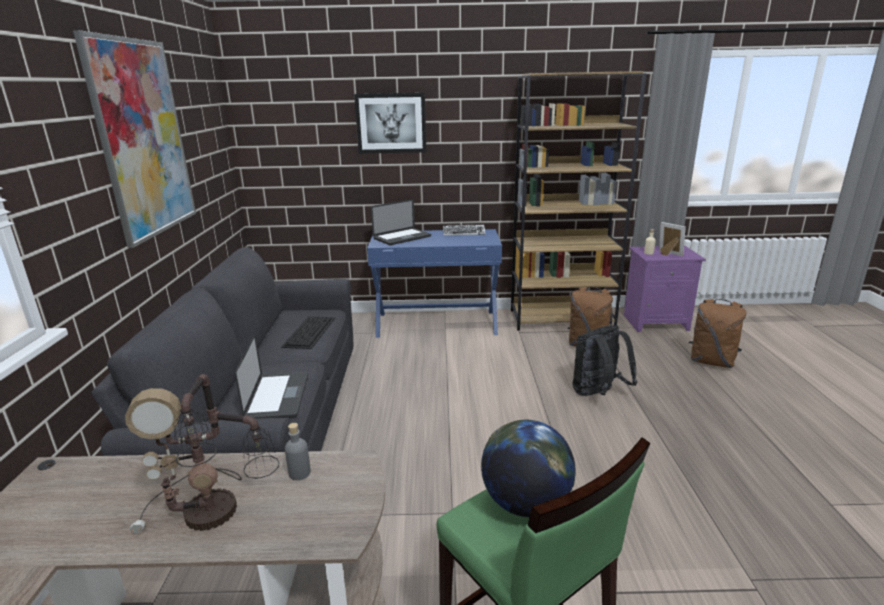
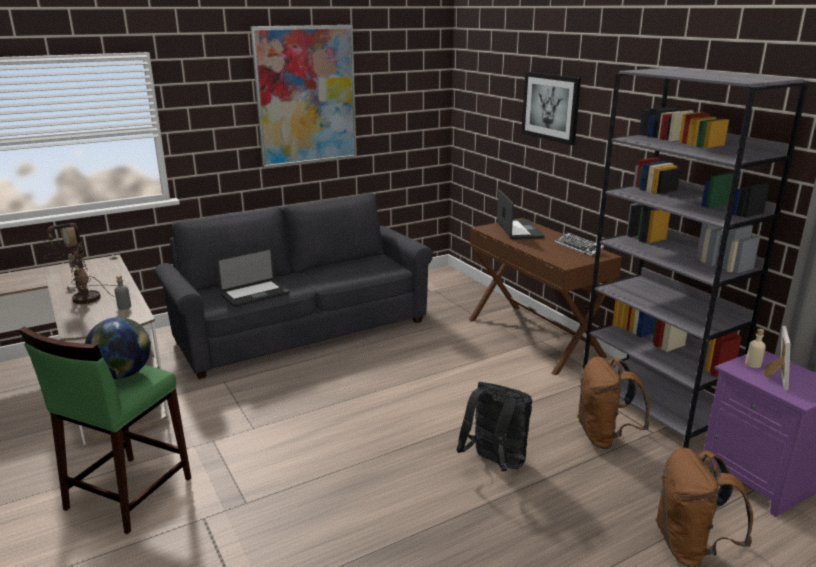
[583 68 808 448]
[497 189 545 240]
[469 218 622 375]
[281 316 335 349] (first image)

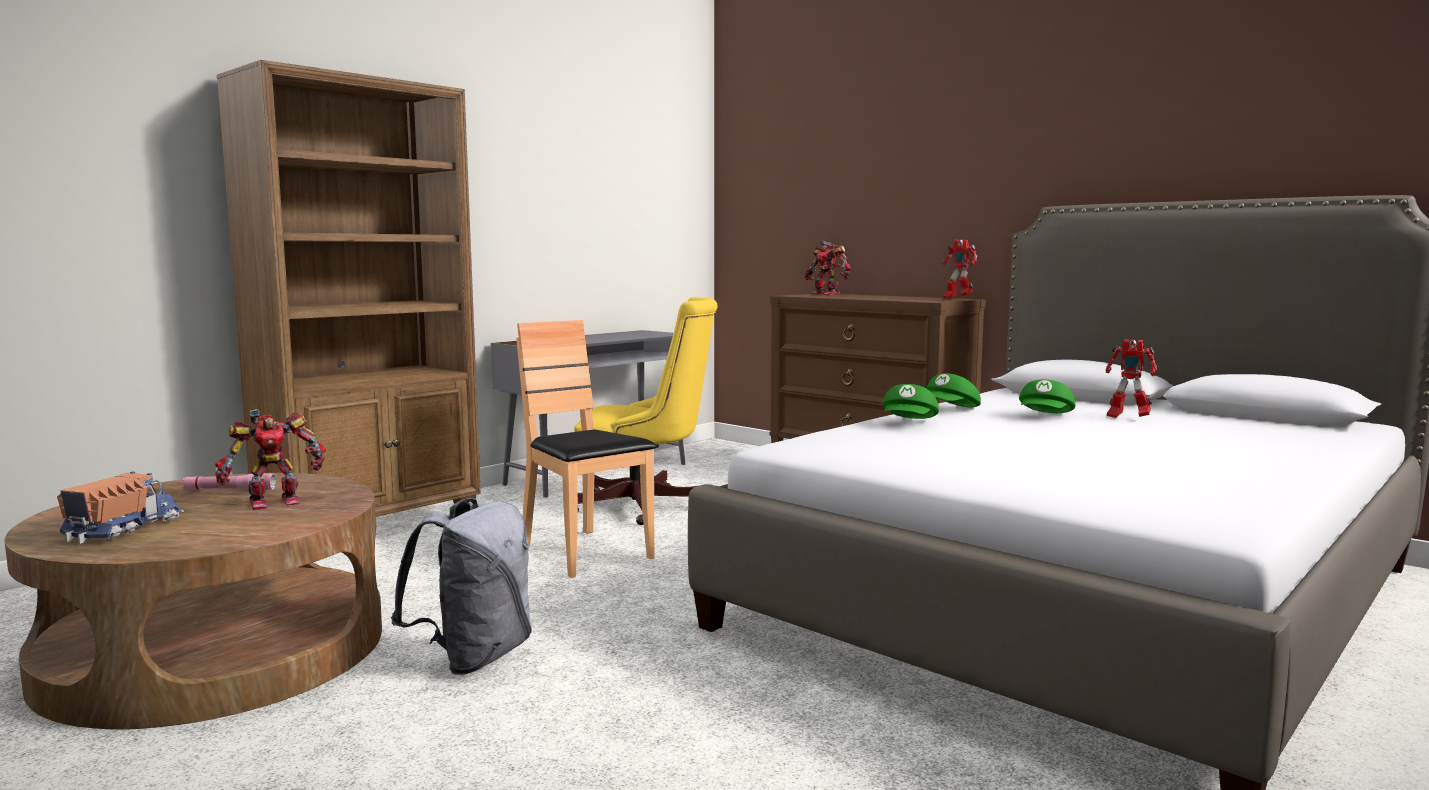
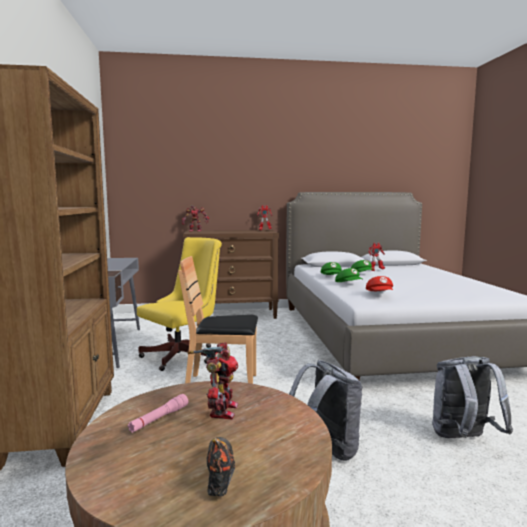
[207 437 236 496]
[366 276 393 291]
[432 356 513 438]

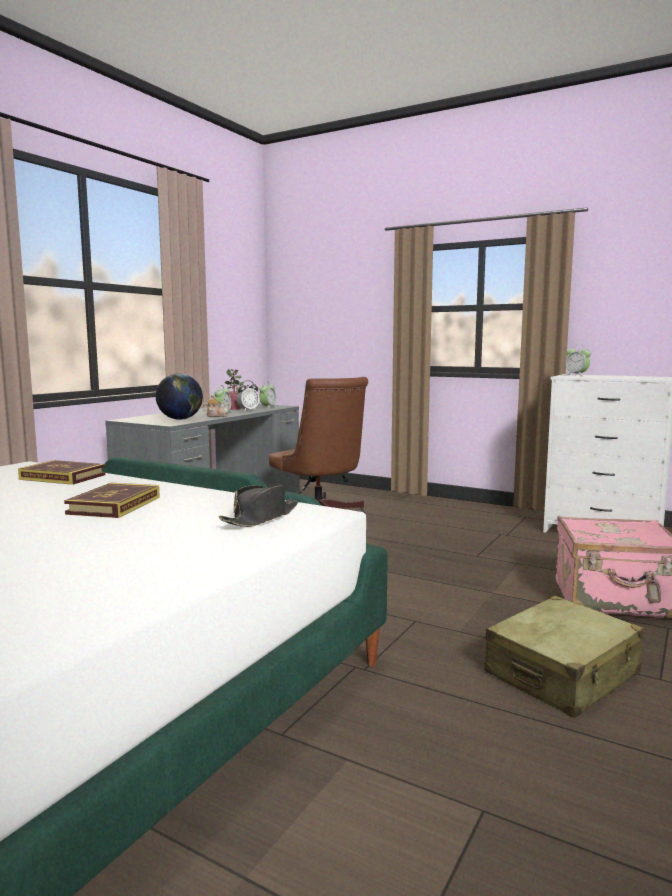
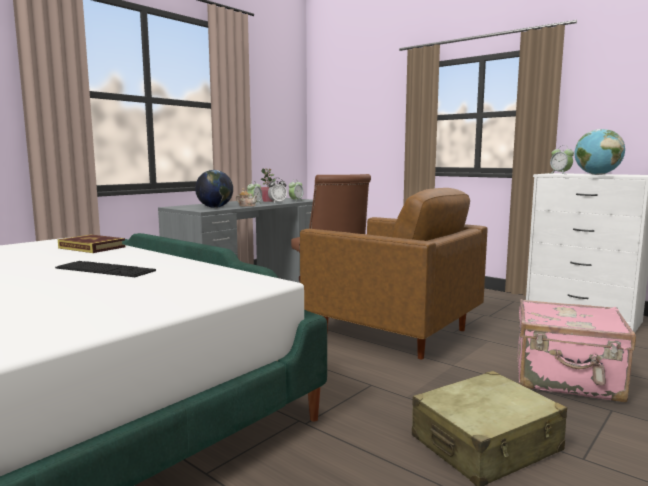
[55 261 156 277]
[219 485 298 527] (first image)
[575 129 625 175]
[300 188 488 360]

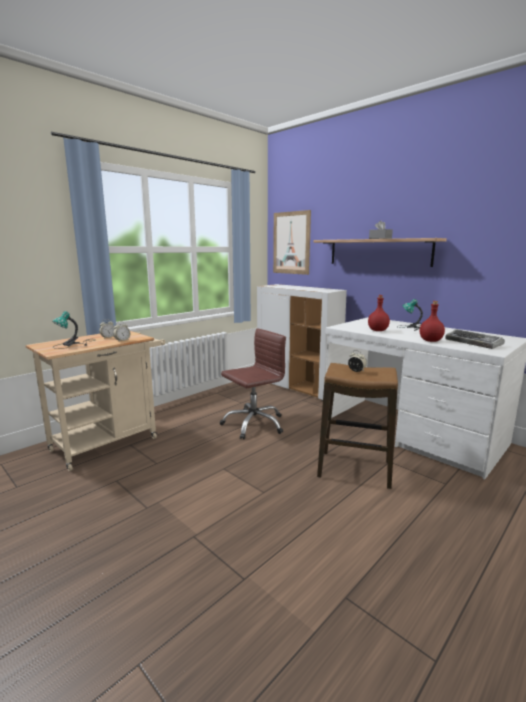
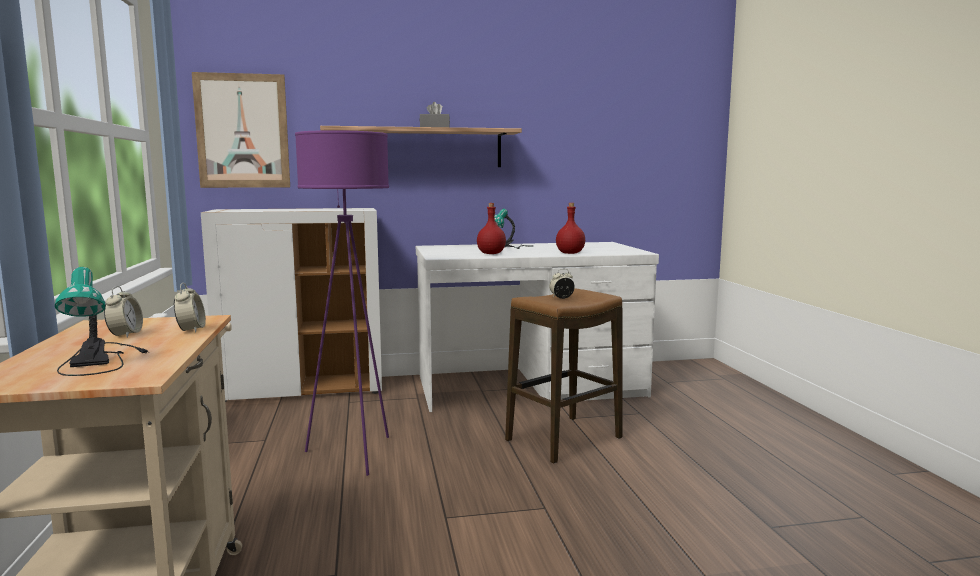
[295 130 389 476]
[445 329 505 349] (first image)

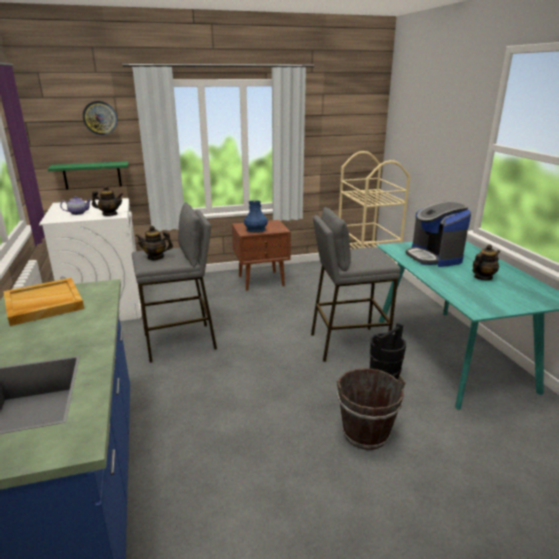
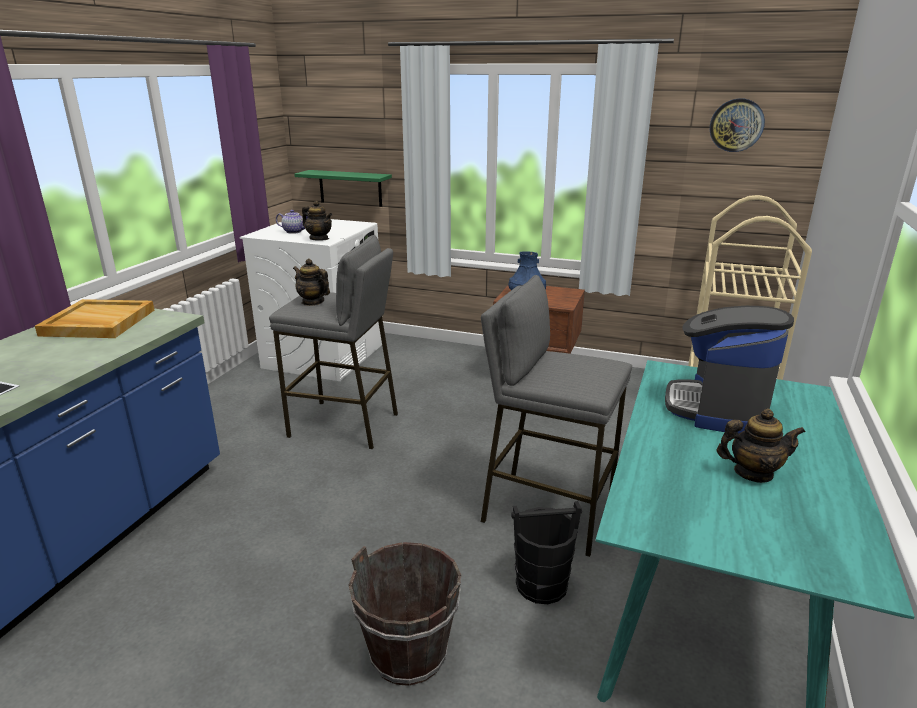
[710 98 765 152]

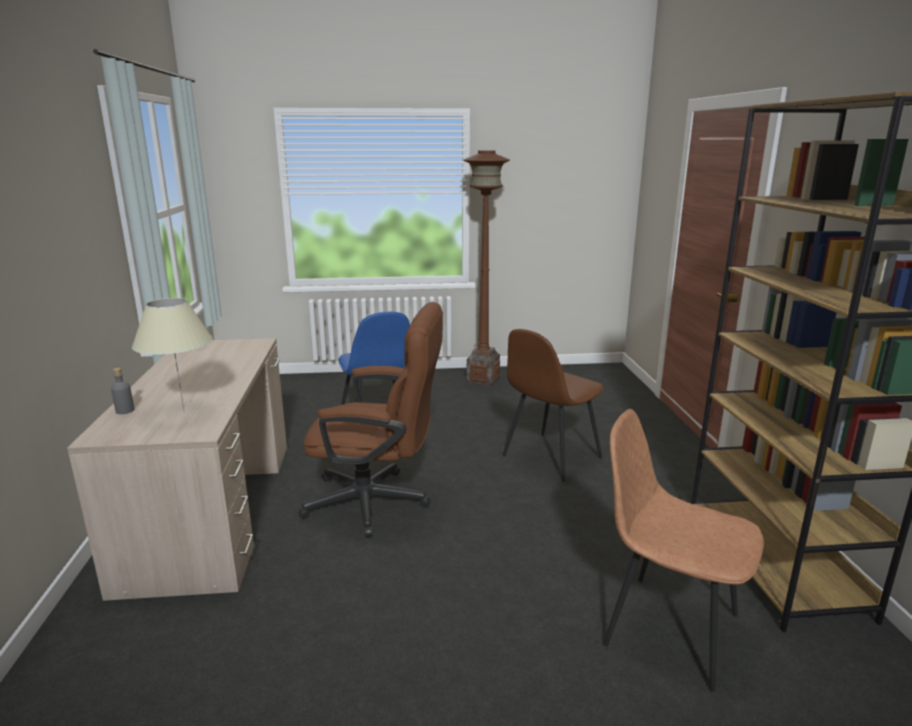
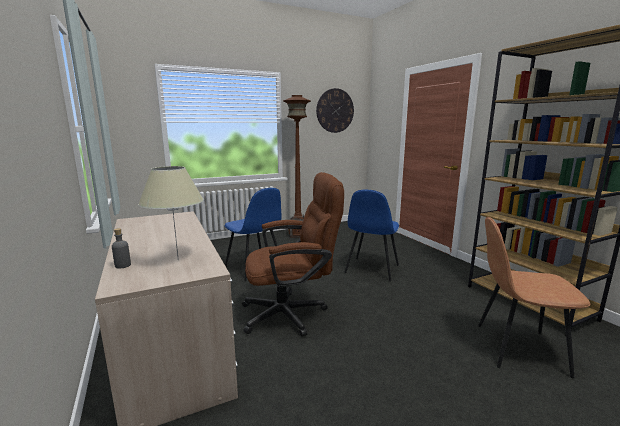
[344 190 399 281]
[316 88 354 133]

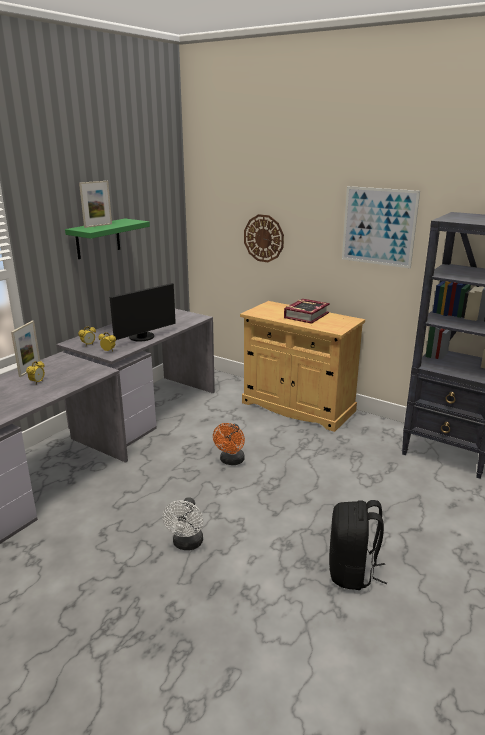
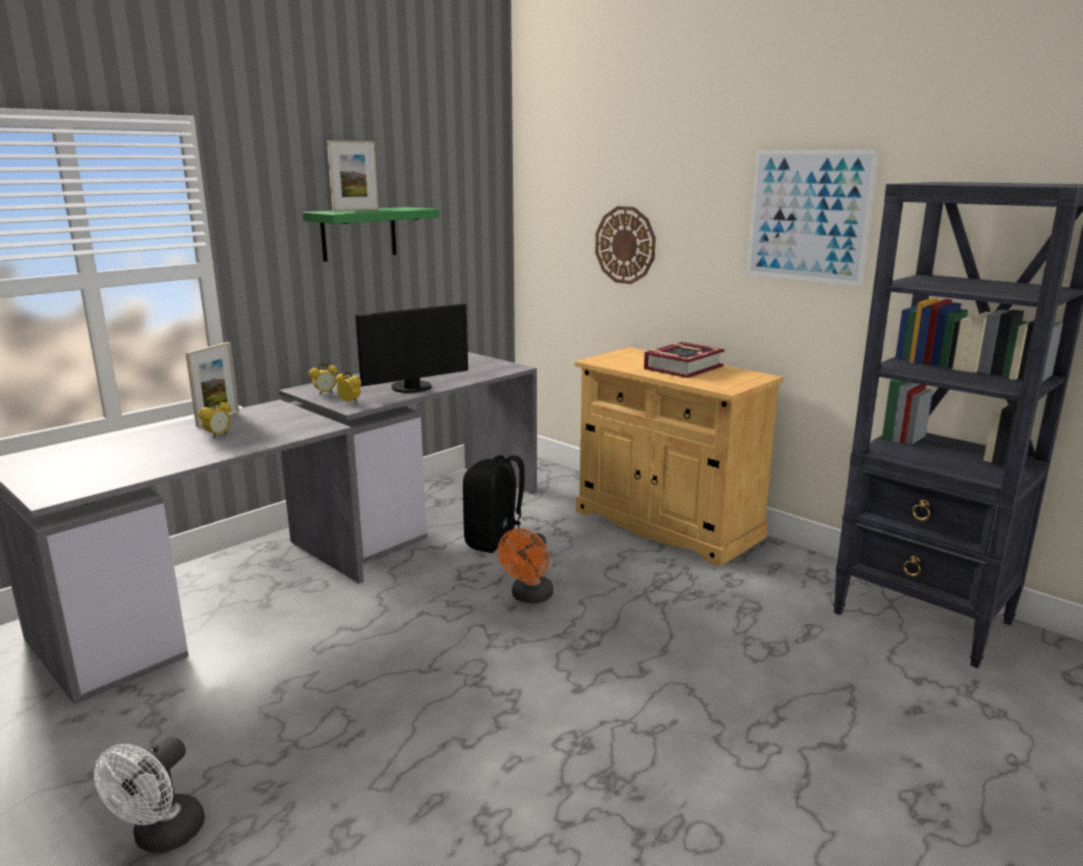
[94 736 205 853]
[463 455 529 553]

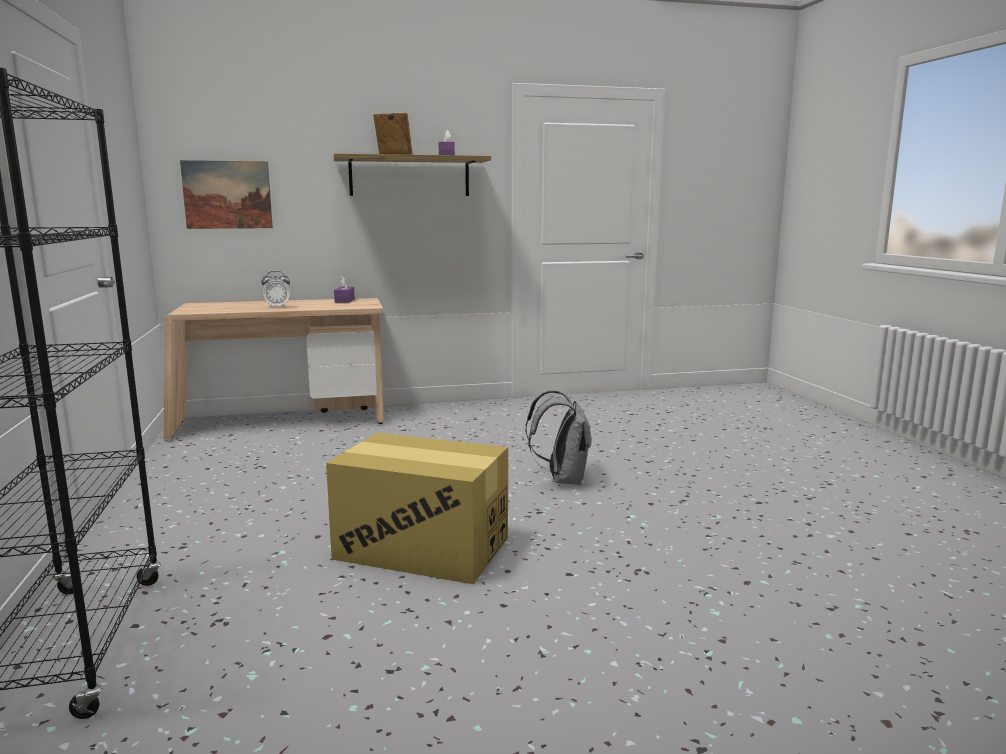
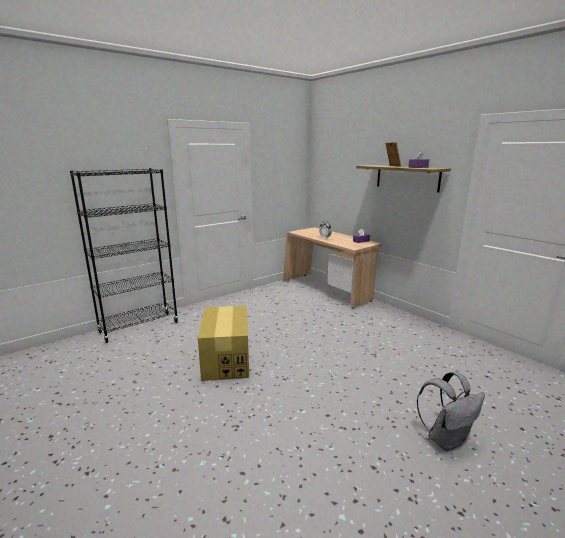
[180 160 273 229] (first image)
[417 372 485 451]

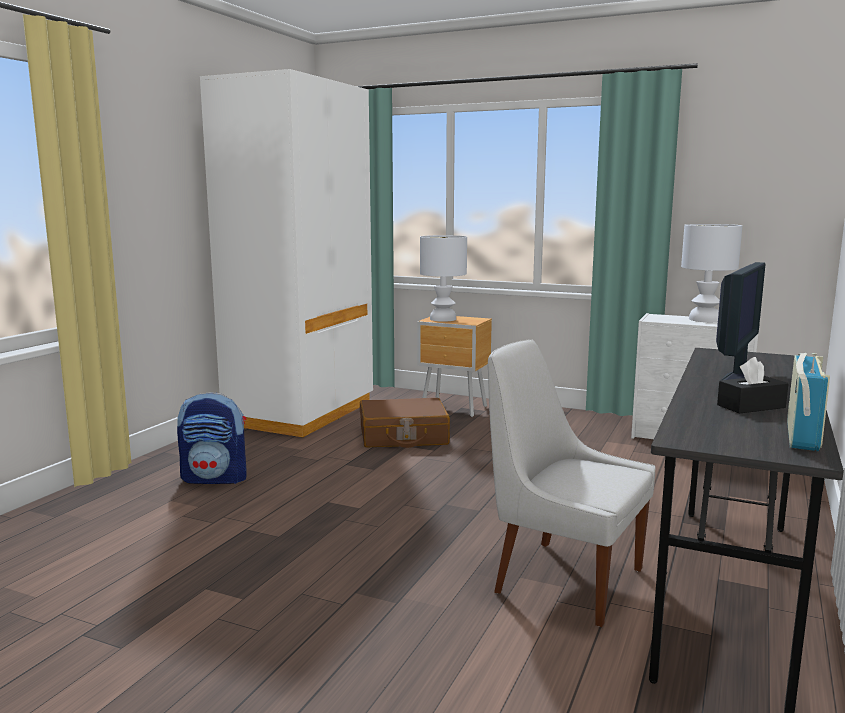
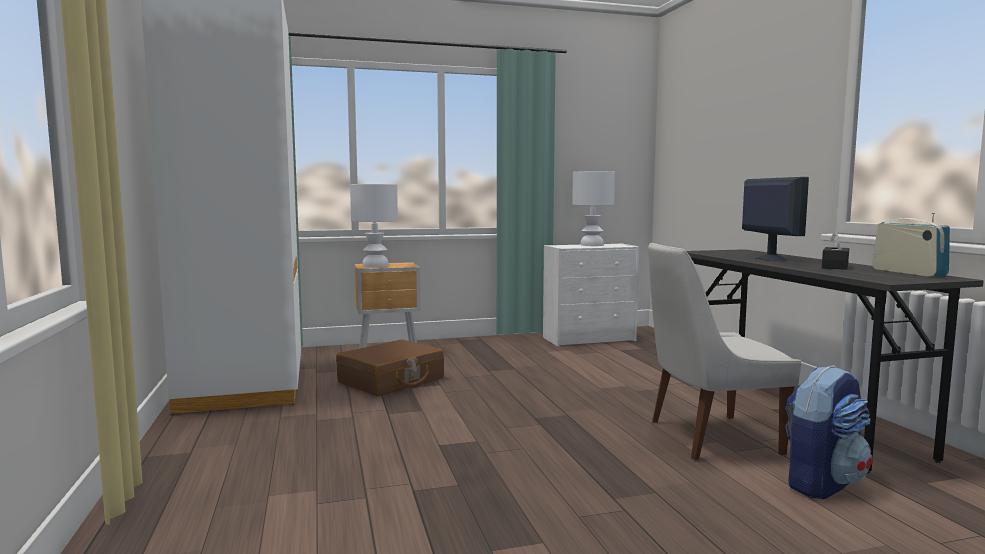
[784 365 872 499]

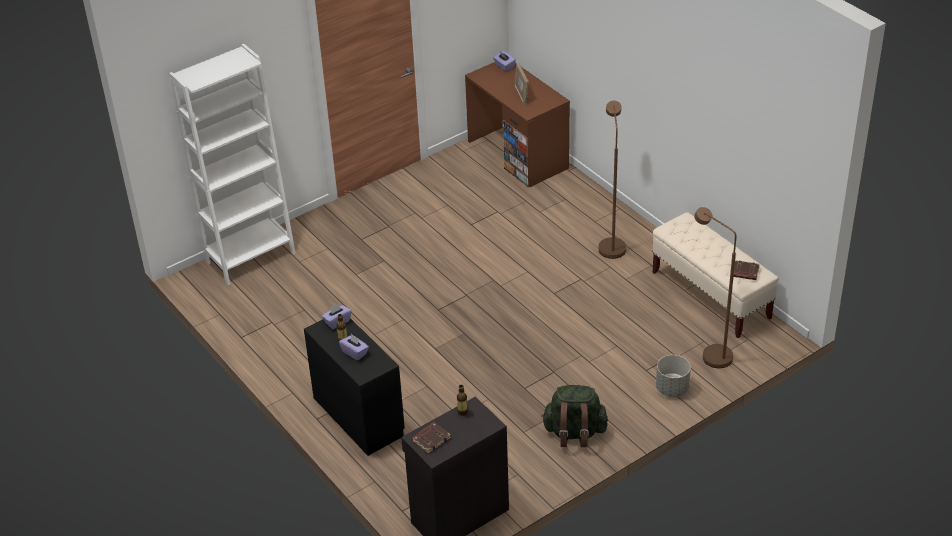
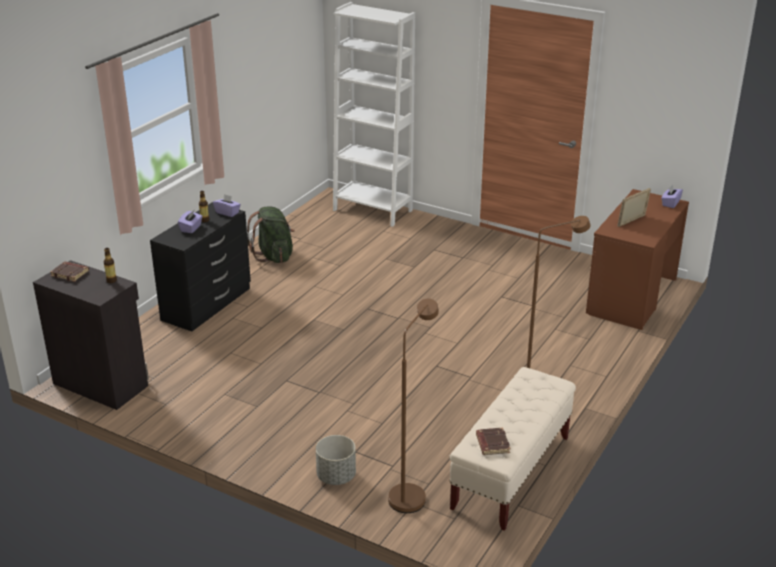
[247 206 295 263]

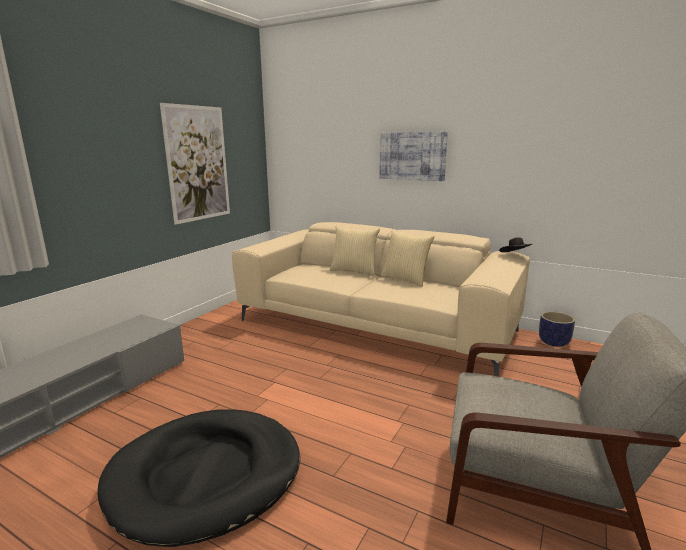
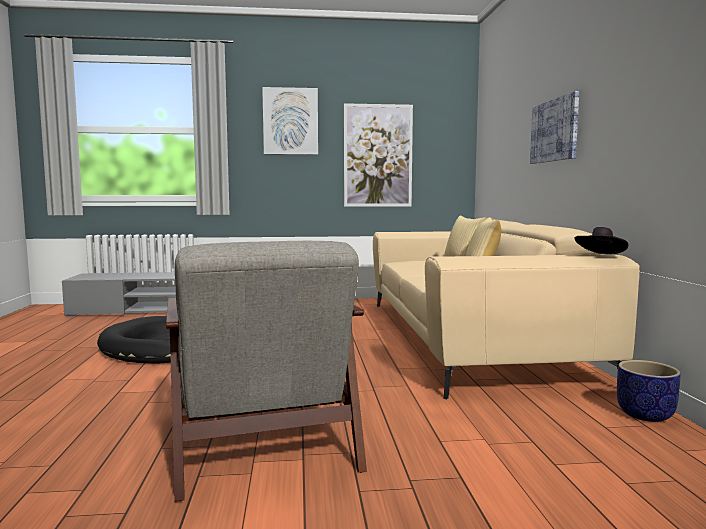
[262 87 318 155]

